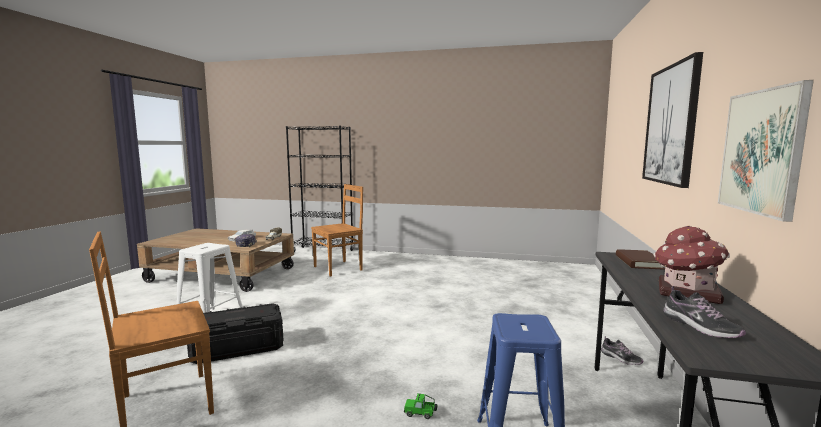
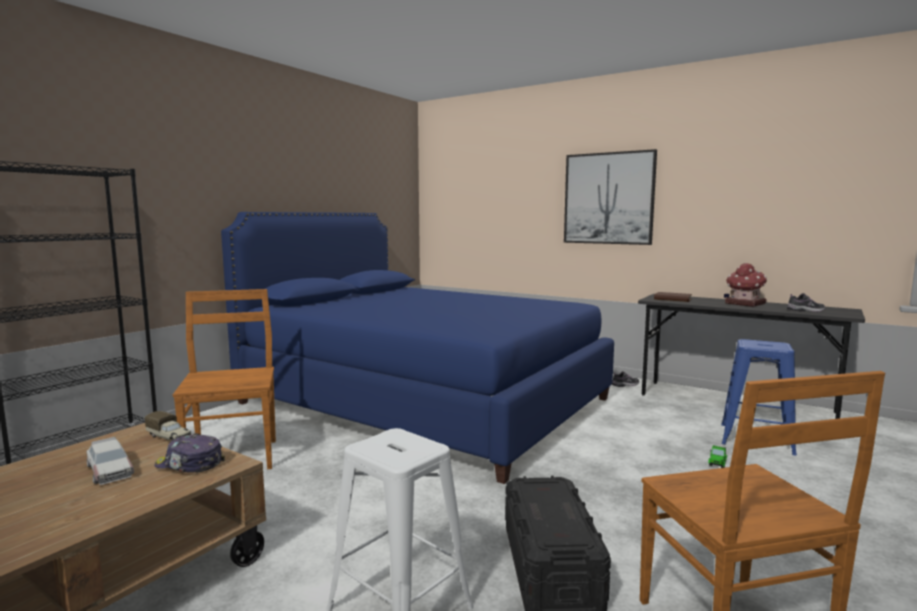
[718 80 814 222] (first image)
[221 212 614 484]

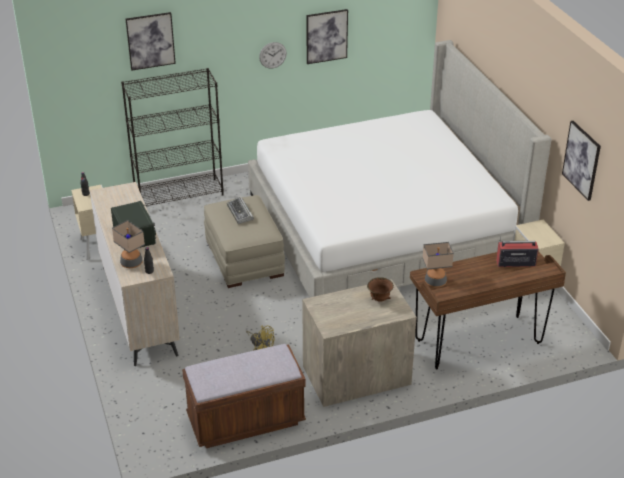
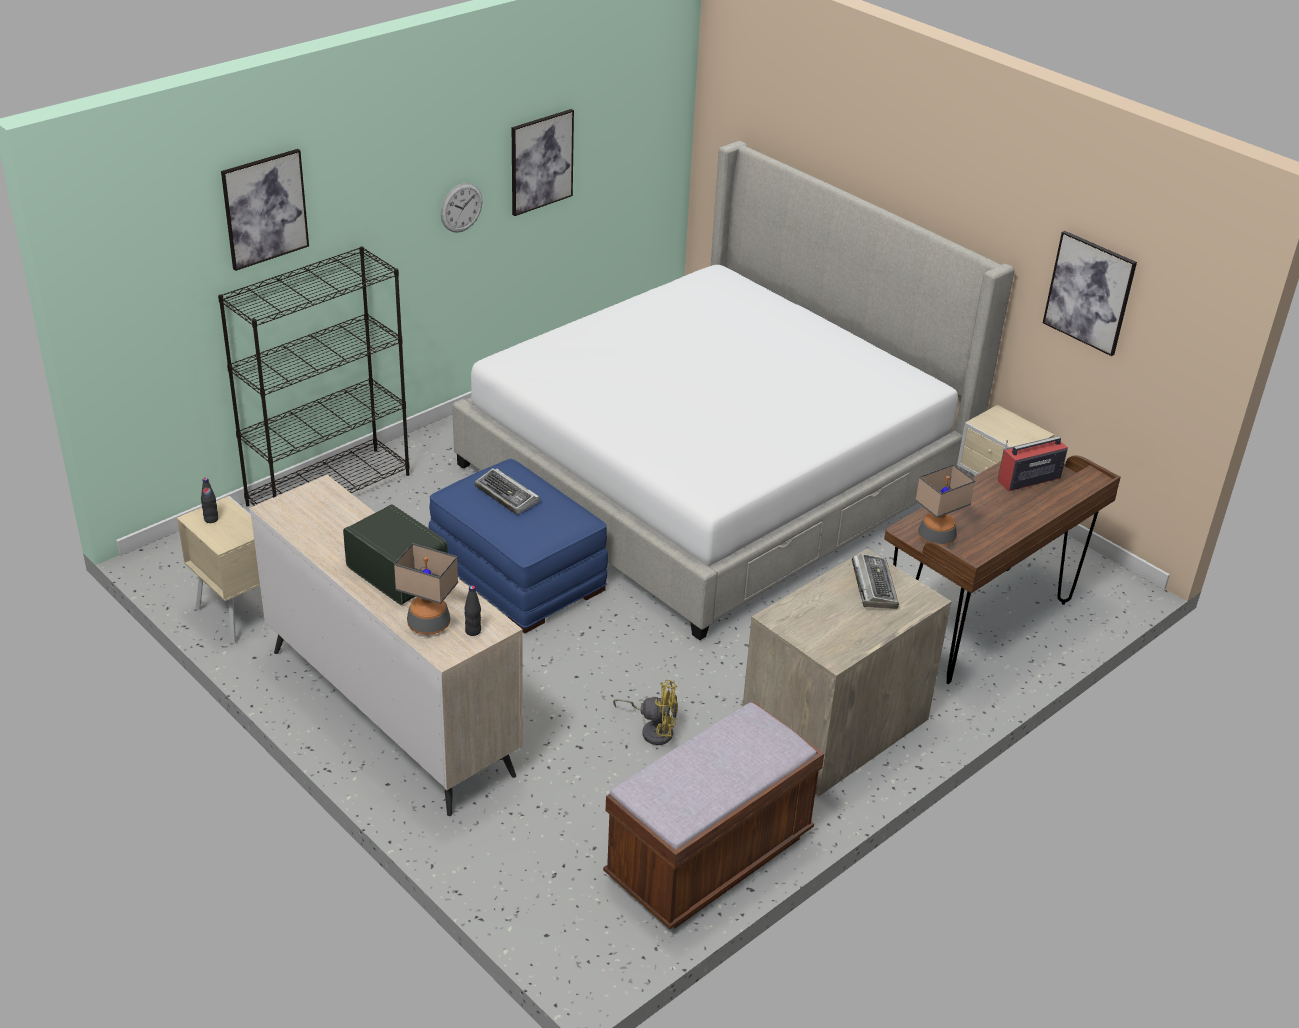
[429 459 608 634]
[852 553 899 609]

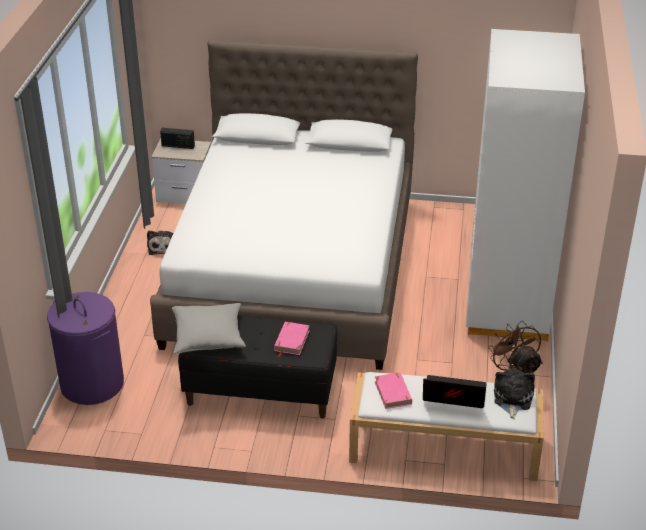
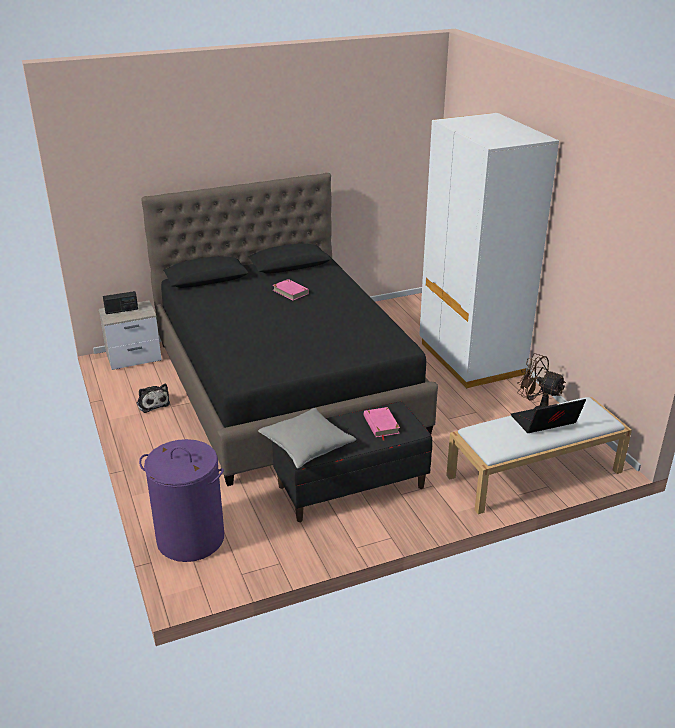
[141 173 438 486]
[494 369 535 419] (first image)
[273 279 309 300]

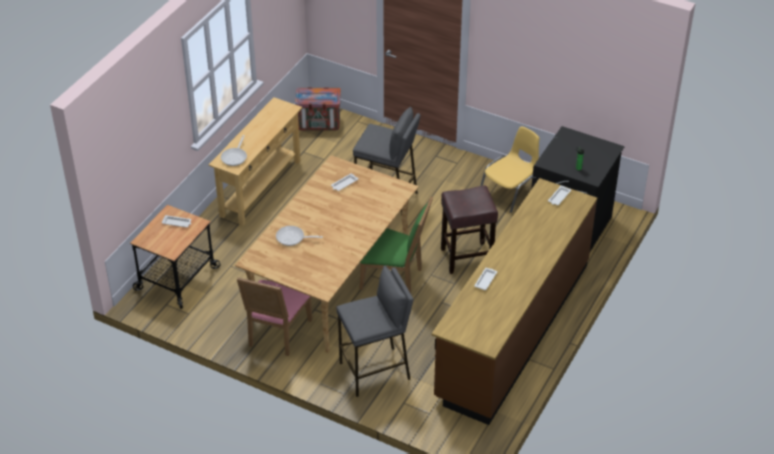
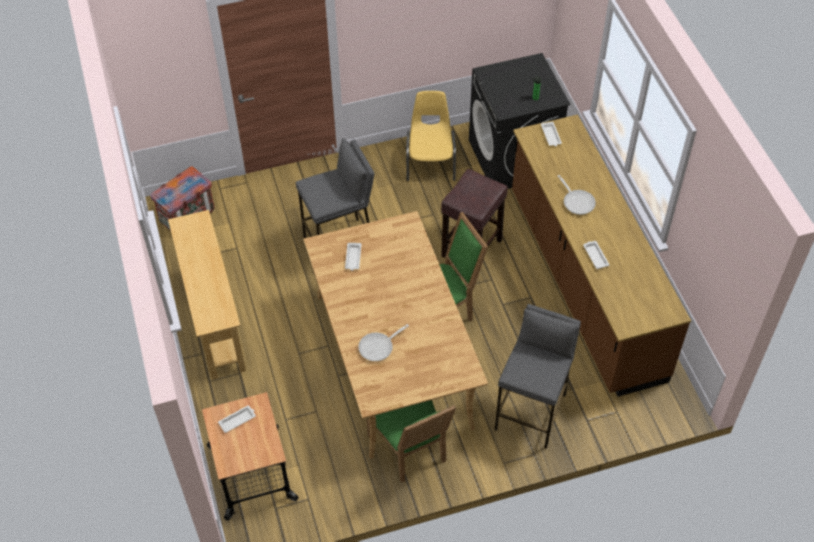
[558 175 596 215]
[367 400 456 482]

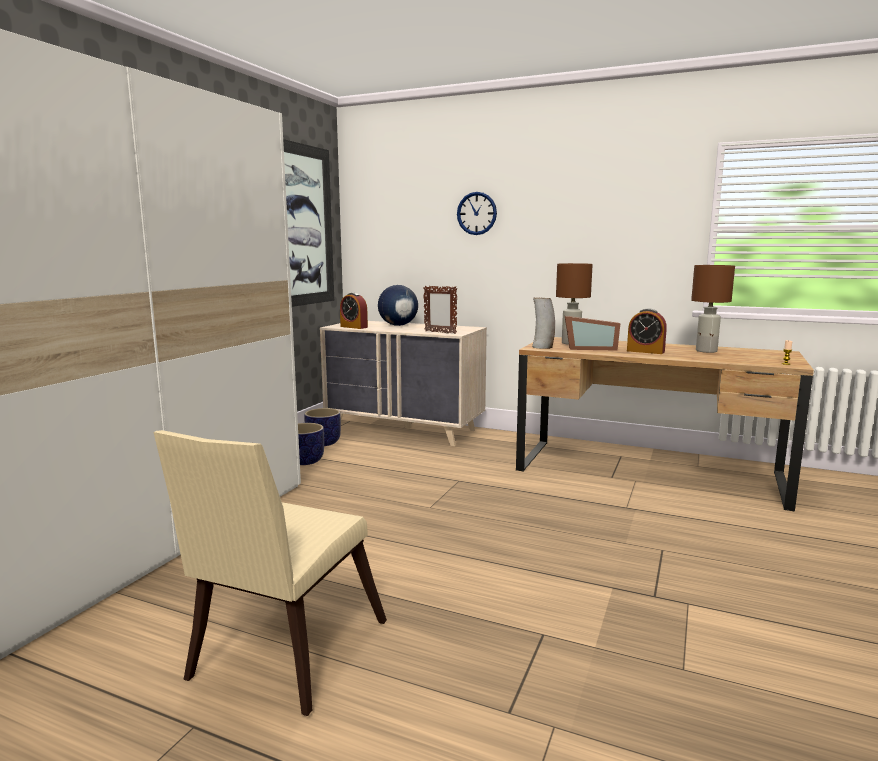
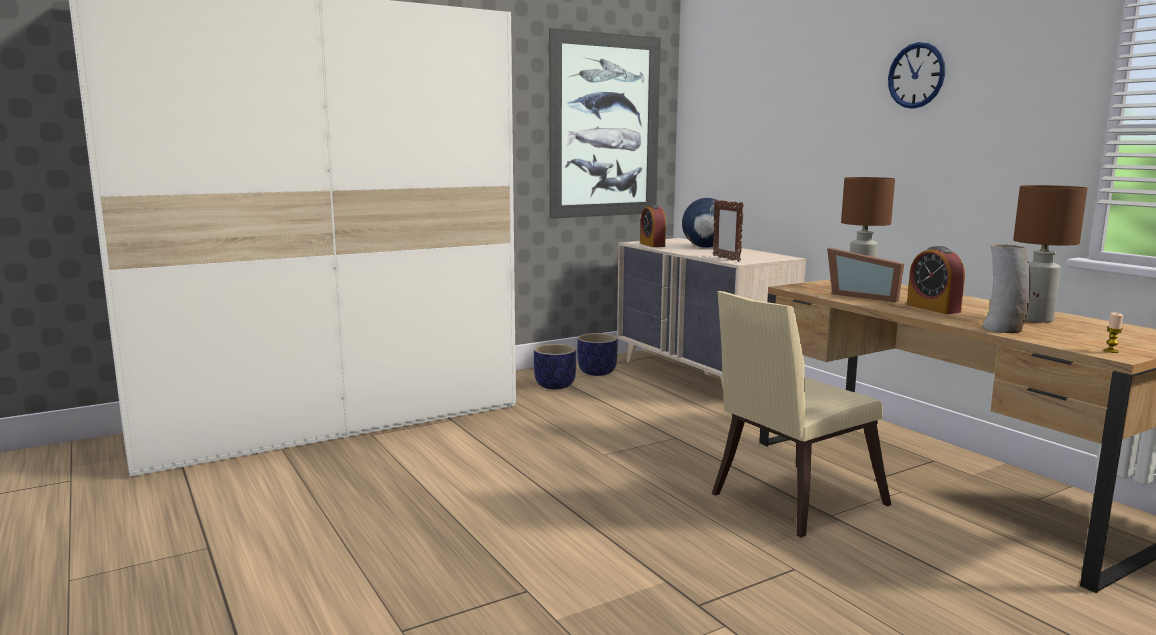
[888 42 945 109]
[983 244 1031 333]
[712 291 891 538]

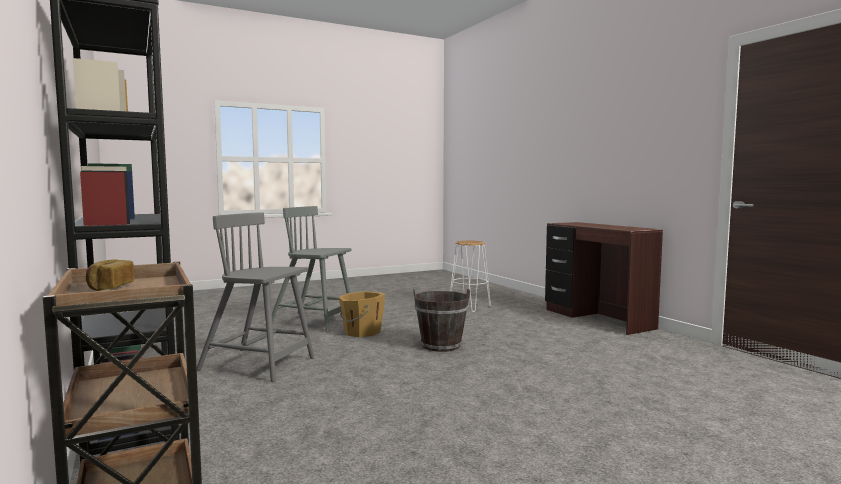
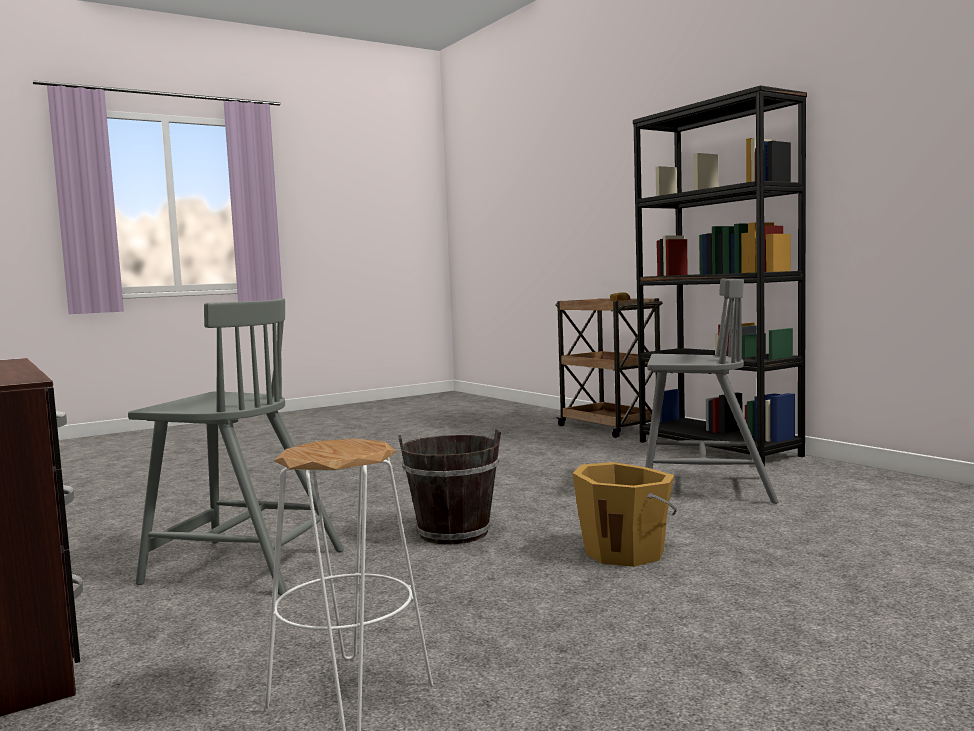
[128 298 344 595]

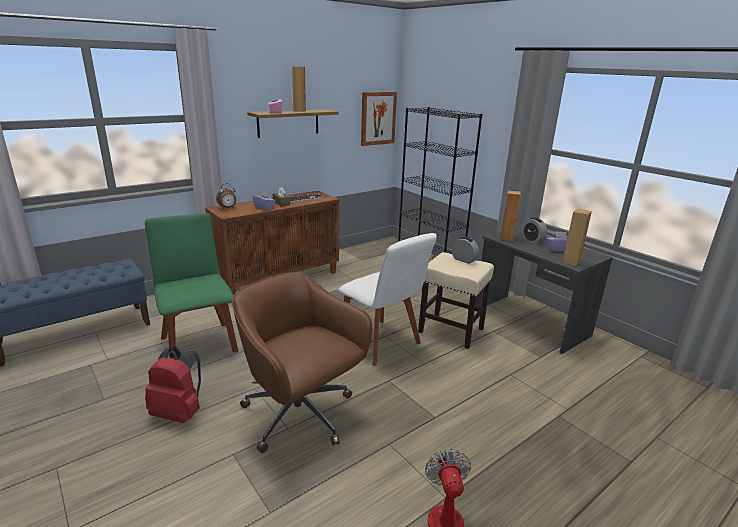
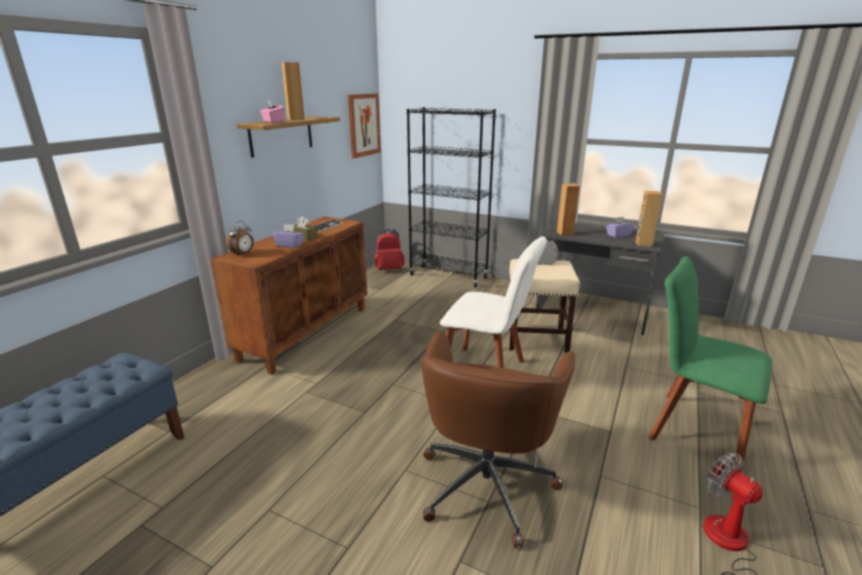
[648 256 772 470]
[521 217 547 244] (first image)
[421 332 576 548]
[374 229 404 270]

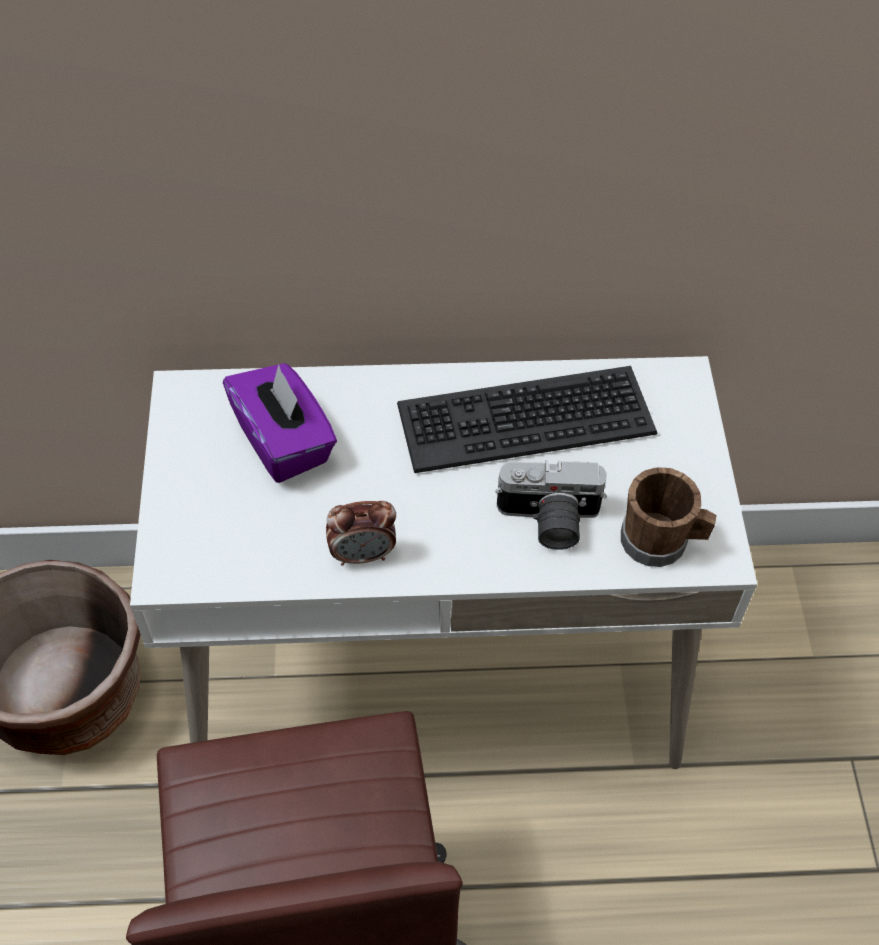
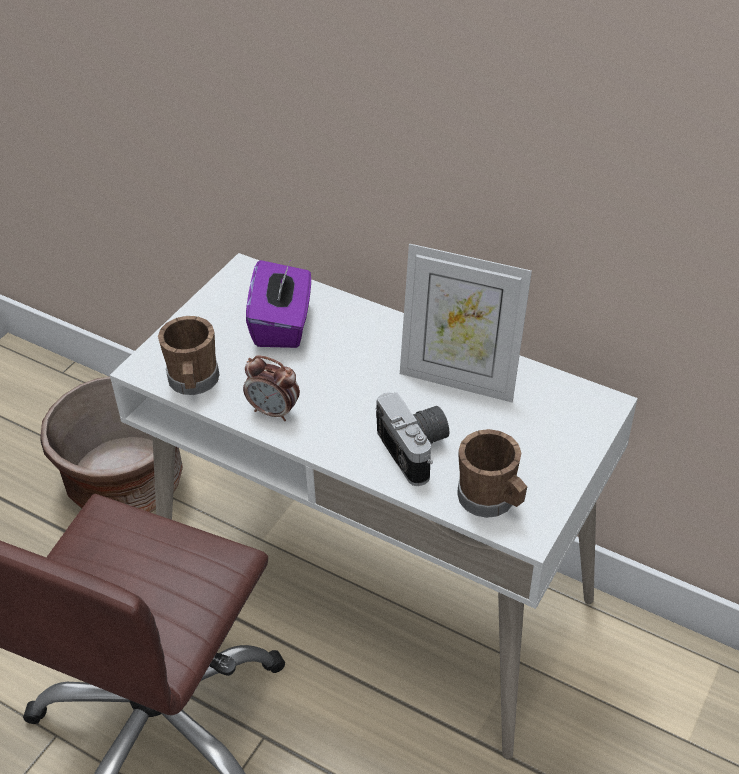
[400 244 532 402]
[375 392 449 486]
[158 316 219 395]

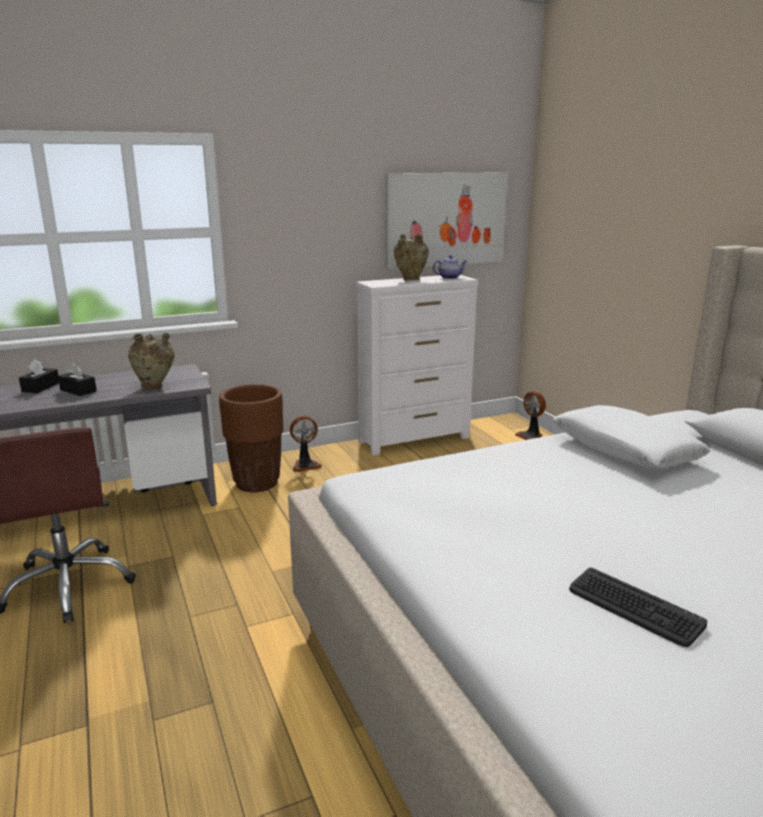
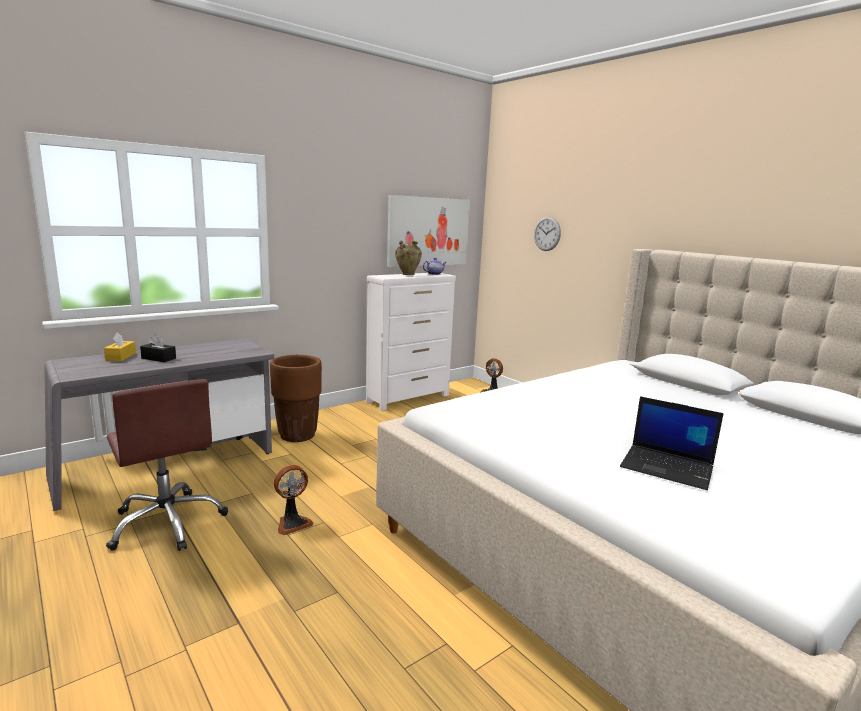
[128 333 175 389] (first image)
[104 332 136 361]
[553 405 711 469] (first image)
[274 465 313 535]
[620 396 724 490]
[534 216 561 251]

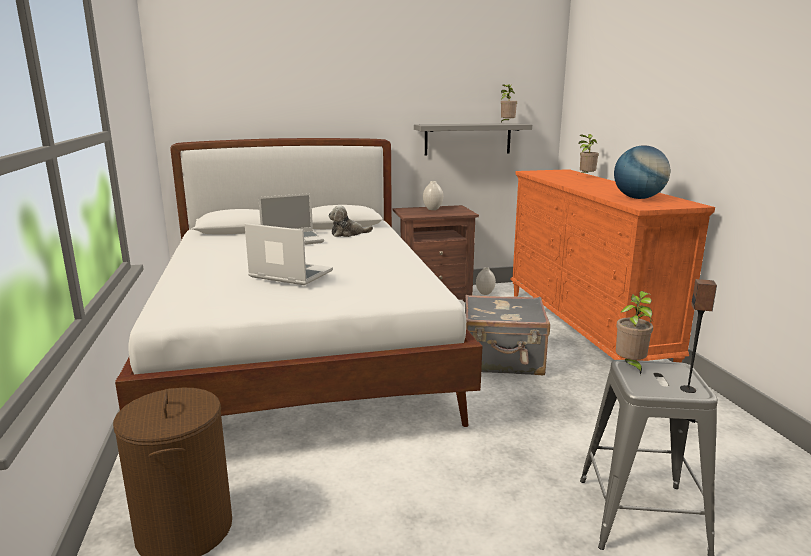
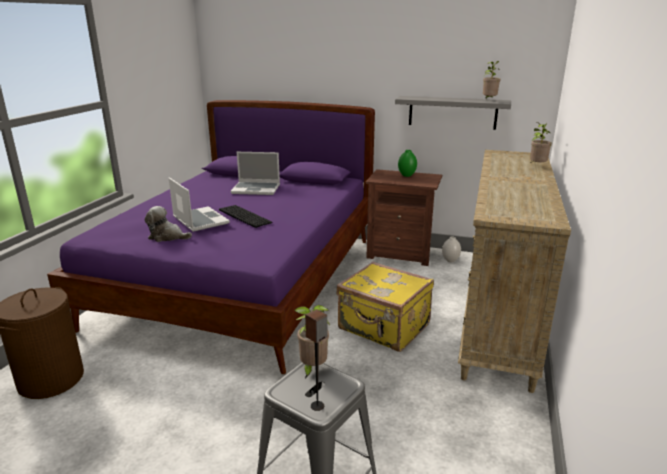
[47 100 375 374]
[614 146 670 199] (first image)
[458 150 571 393]
[398 150 417 177]
[145 206 192 242]
[336 262 434 352]
[219 205 272 228]

